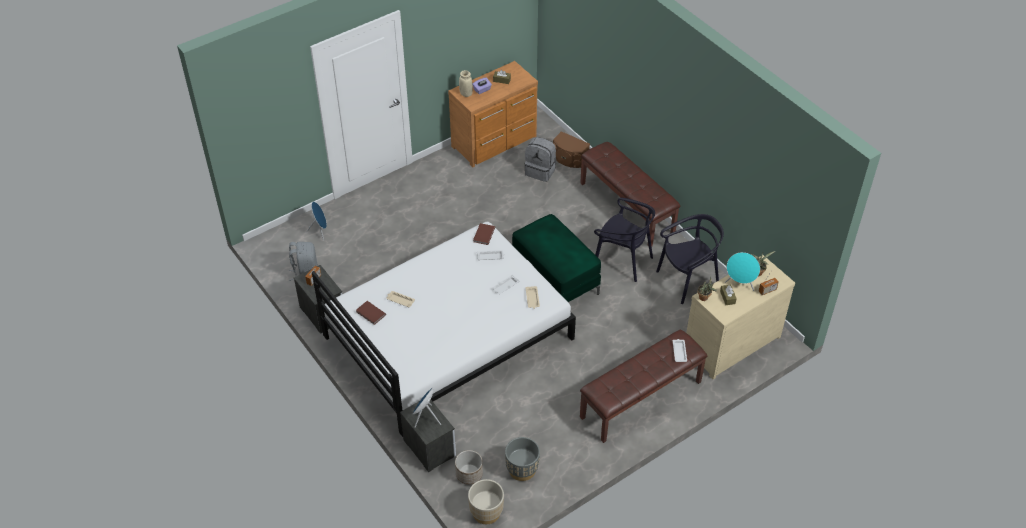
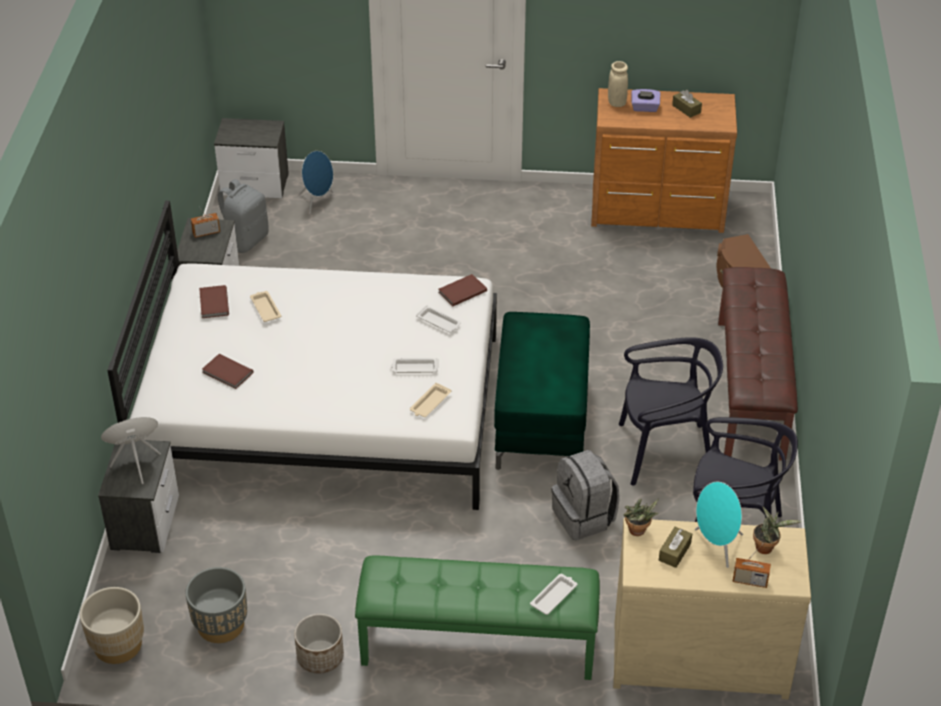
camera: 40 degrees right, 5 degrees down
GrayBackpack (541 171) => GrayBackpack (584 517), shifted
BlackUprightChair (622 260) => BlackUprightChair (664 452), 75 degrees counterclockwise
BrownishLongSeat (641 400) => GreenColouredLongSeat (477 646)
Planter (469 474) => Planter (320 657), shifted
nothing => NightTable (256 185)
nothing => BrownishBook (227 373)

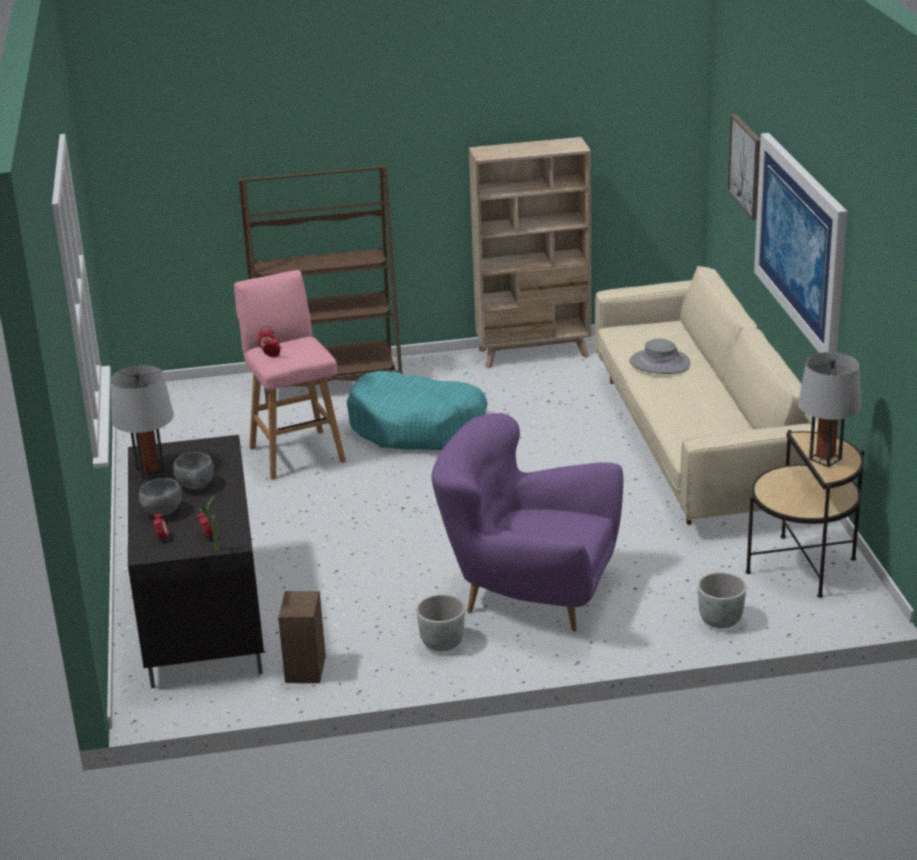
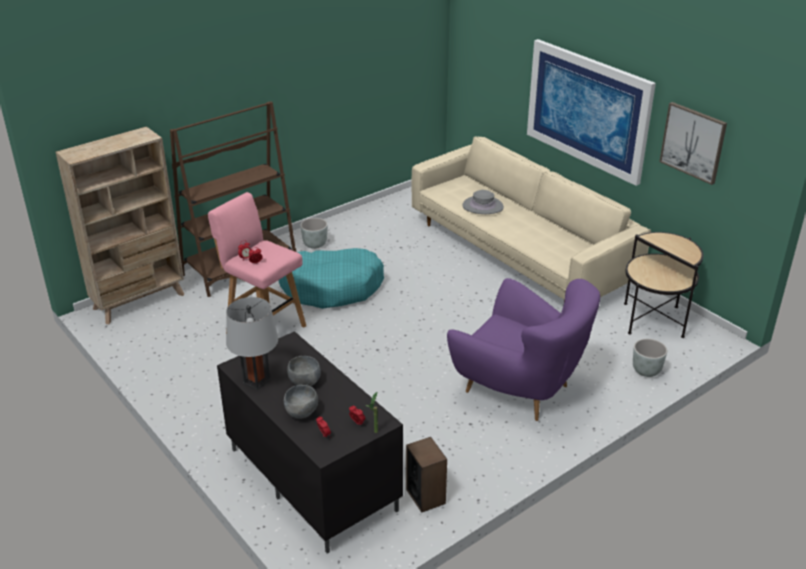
camera: 30 degrees left, 5 degrees up
WallArt (747 165) => WallArt (693 142), shifted
SandColouredBookshelf (534 353) => SandColouredBookshelf (139 301), shifted
GrayTableLamp (825 459) => nothing
PurpleEasyChair (530 595) => PurpleEasyChair (519 389), 135 degrees counterclockwise
GrayPlanter (442 644) => GrayPlanter (315 245), shifted

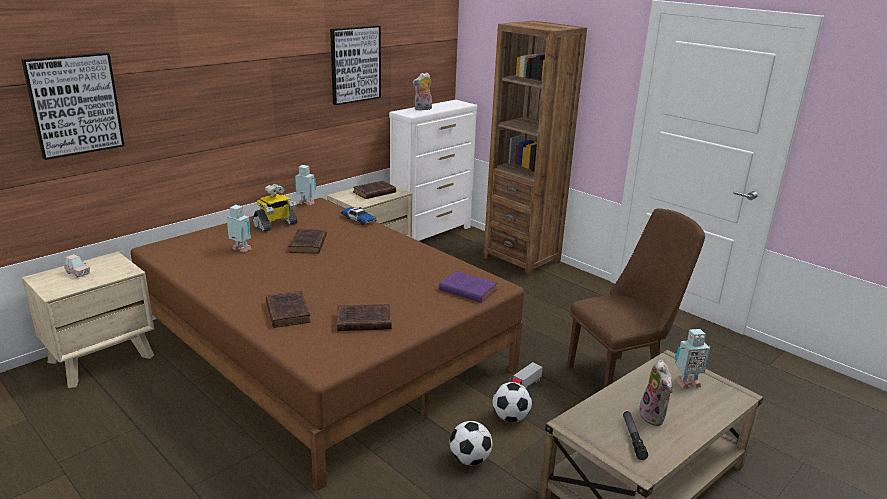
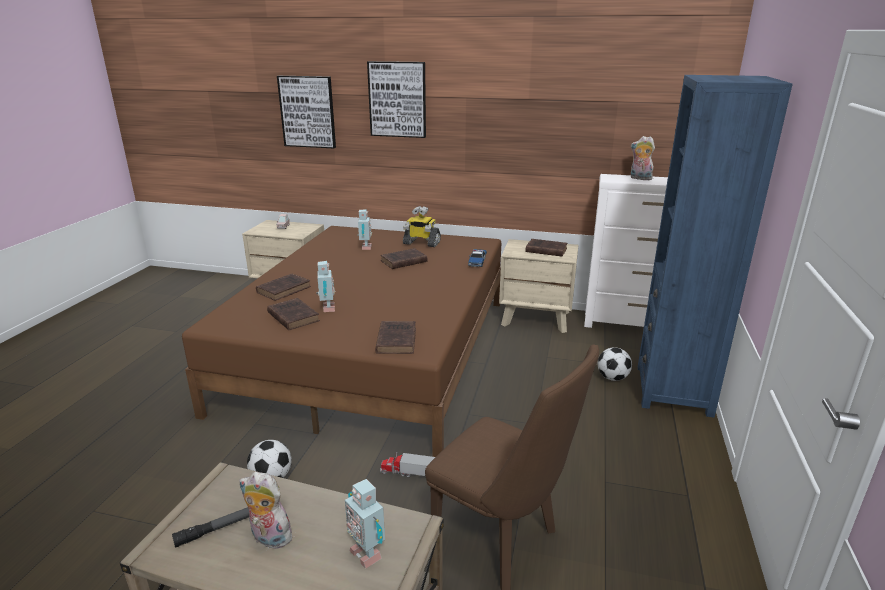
camera: 60 degrees right, 0 degrees up
BrownishBookshelf (521 259) => BlueColouredBookshelf (673 390)
WallArt (355 64) => WallArt (397 99), shifted
RobotFigure (306 204) => RobotFigure (327 309), shifted
PurpleBook (466 289) => BrownishBook (396 340)
SoftToy (654 416) => SoftToy (269 538), 60 degrees clockwise
FootballBall (510 418) => FootballBall (612 378), shifted

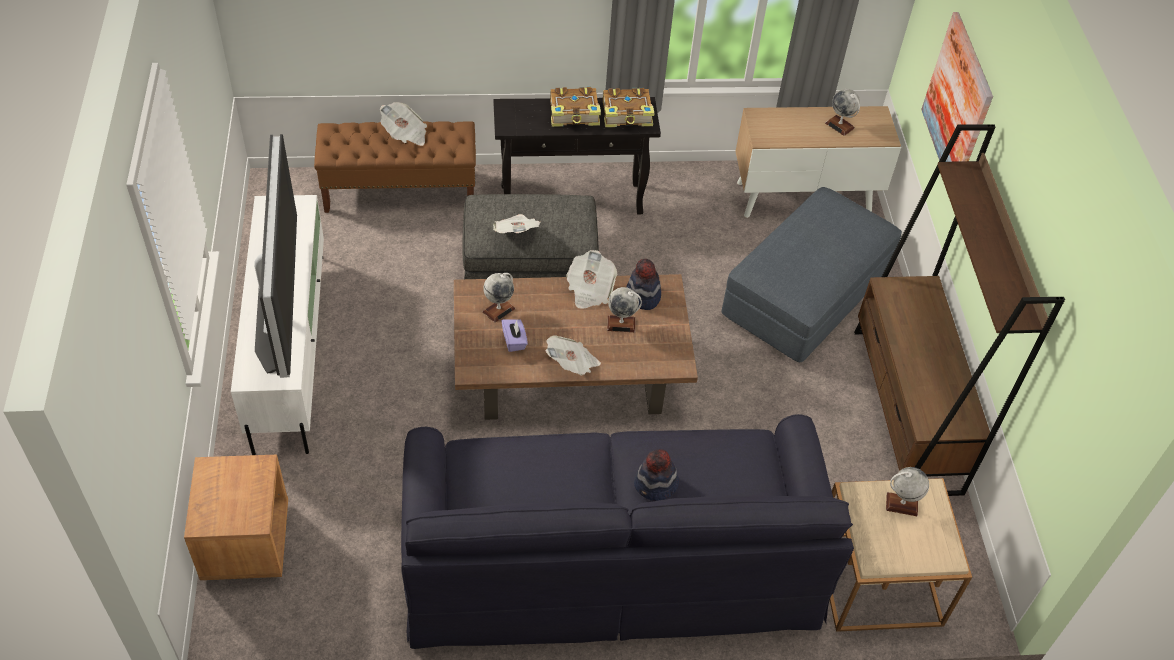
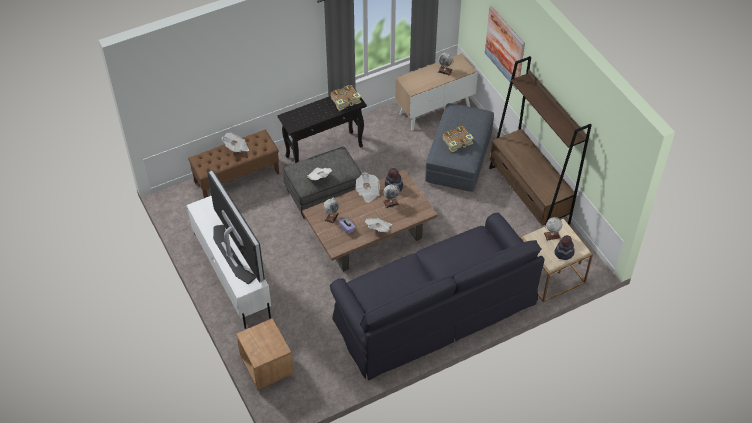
camera: 20 degrees left, 0 degrees up
Book (575 114) => Book (457 142), shifted
Hat (655 485) => Hat (564 253), shifted

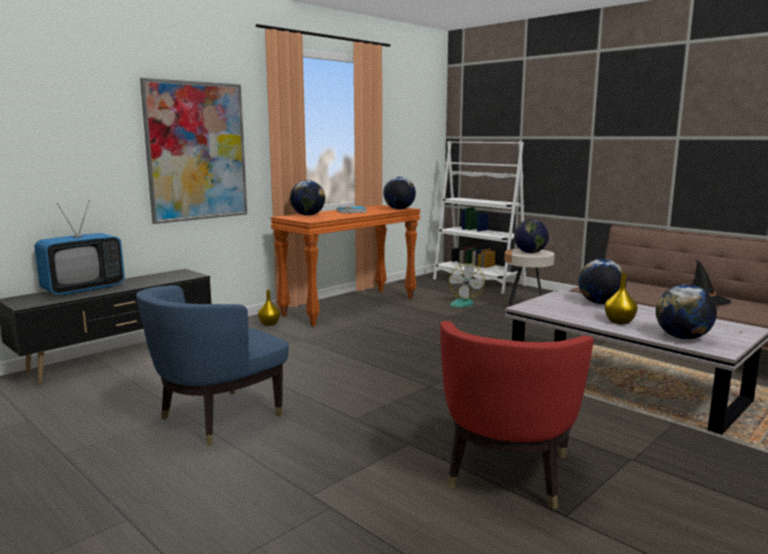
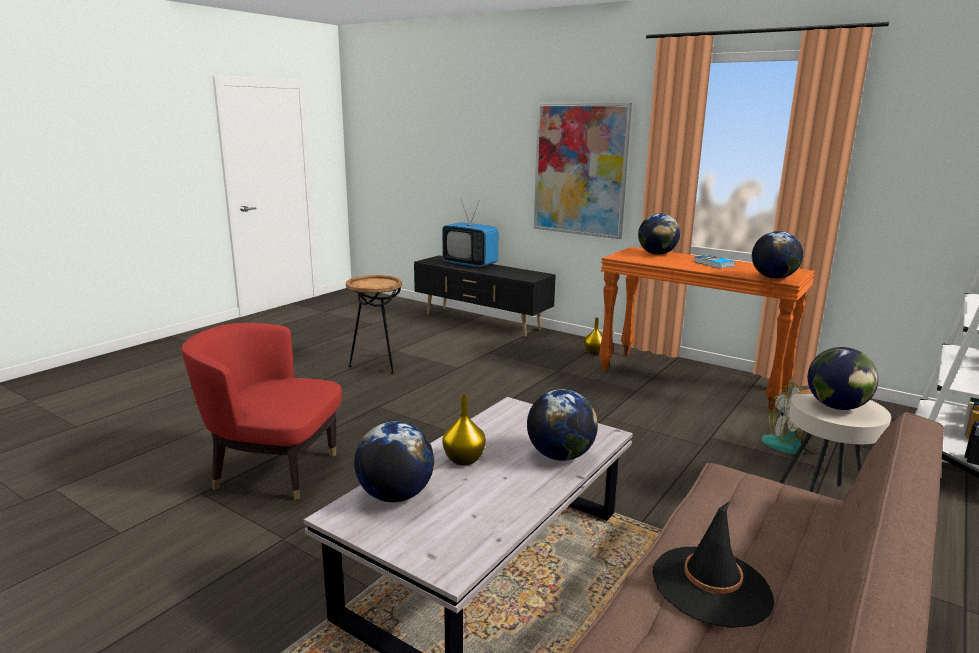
camera: 80 degrees right, 5 degrees up
BlueColouredEasyChair (218 418) => BrownishSideTable (377 365)

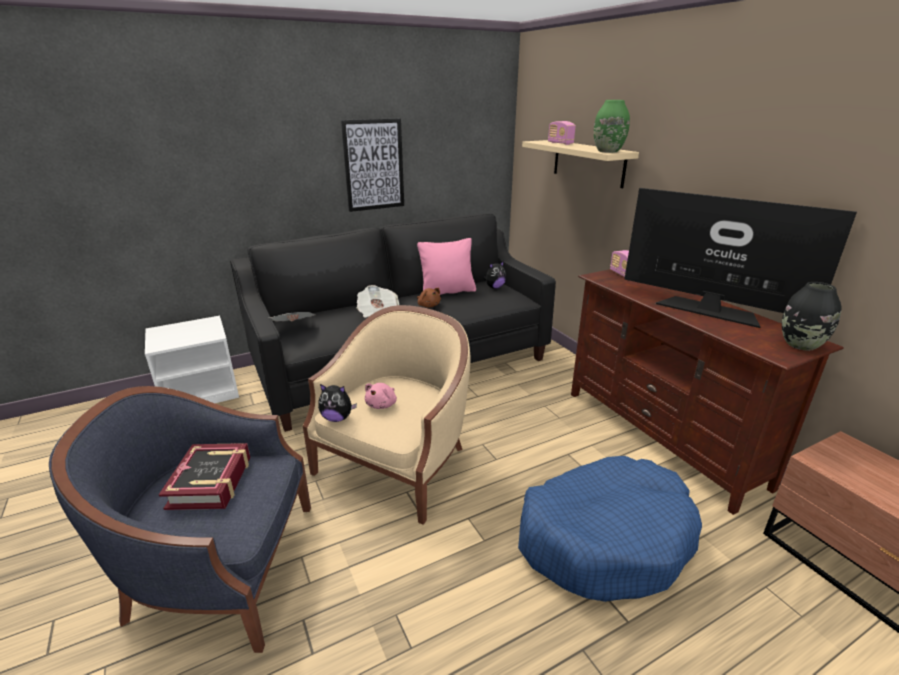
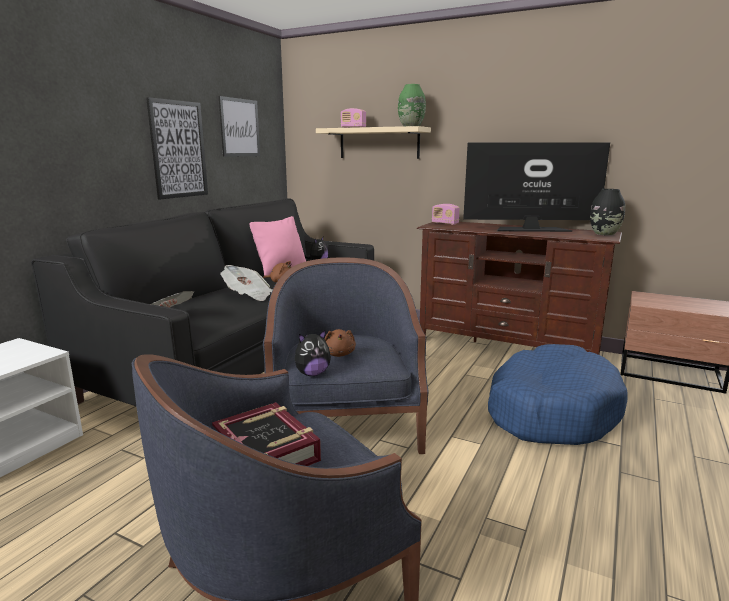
camera: 35 degrees left, 10 degrees down
SandColouredEasyChair (397 464) => BlueColouredEasyChair (345 425)
PinkSoftToy (382 404) => BrownishSoftToy (339 354)
nothing => WallArt (239 127)

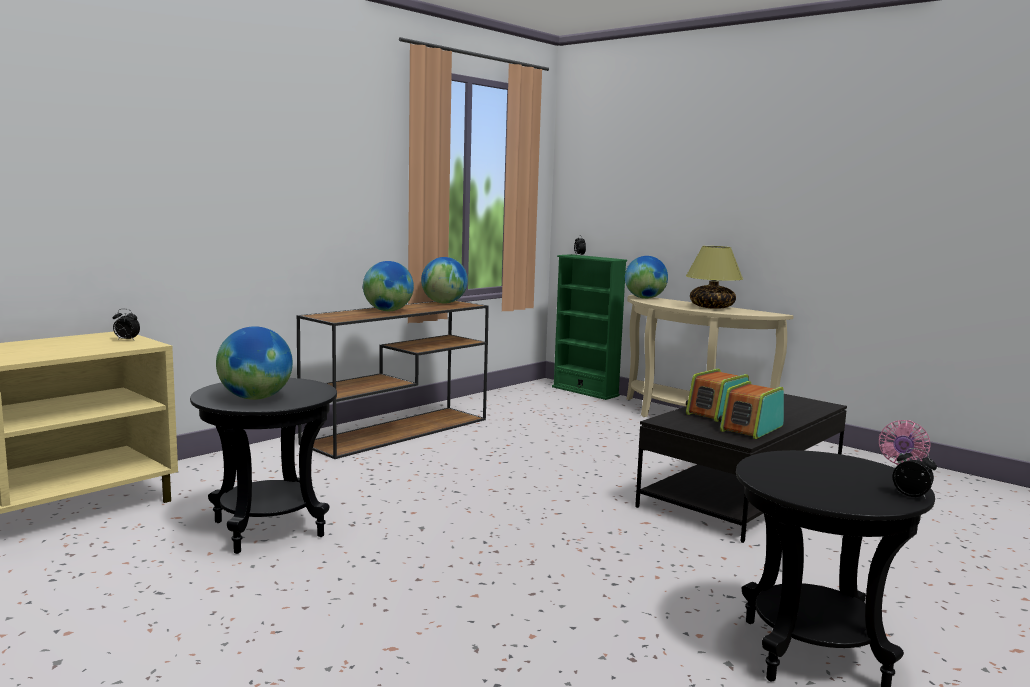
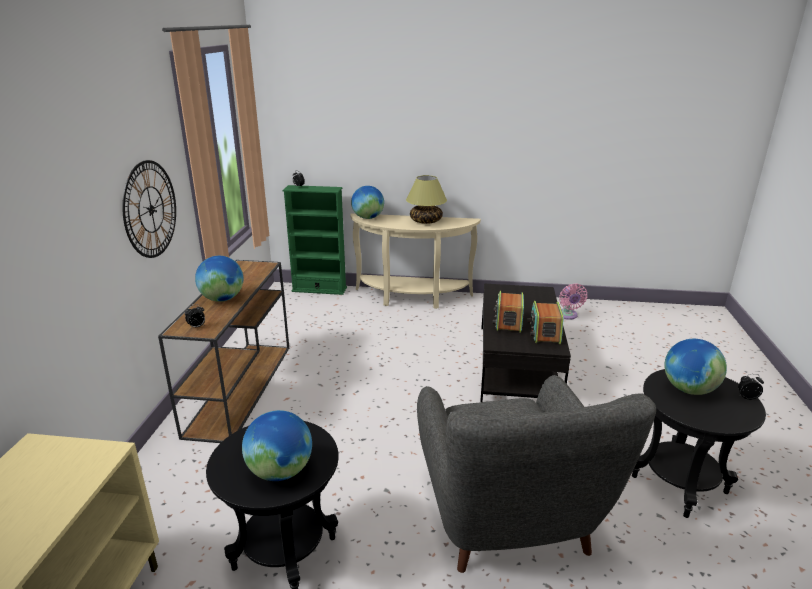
camera: 35 degrees left, 15 degrees up
DeskGlobe (444 303) => DeskGlobe (688 389), shifted
TableClock (126 340) => TableClock (197 327), shifted
nothing => HangingClock (151 209)
nothing => GrayEasyChair (507 522)

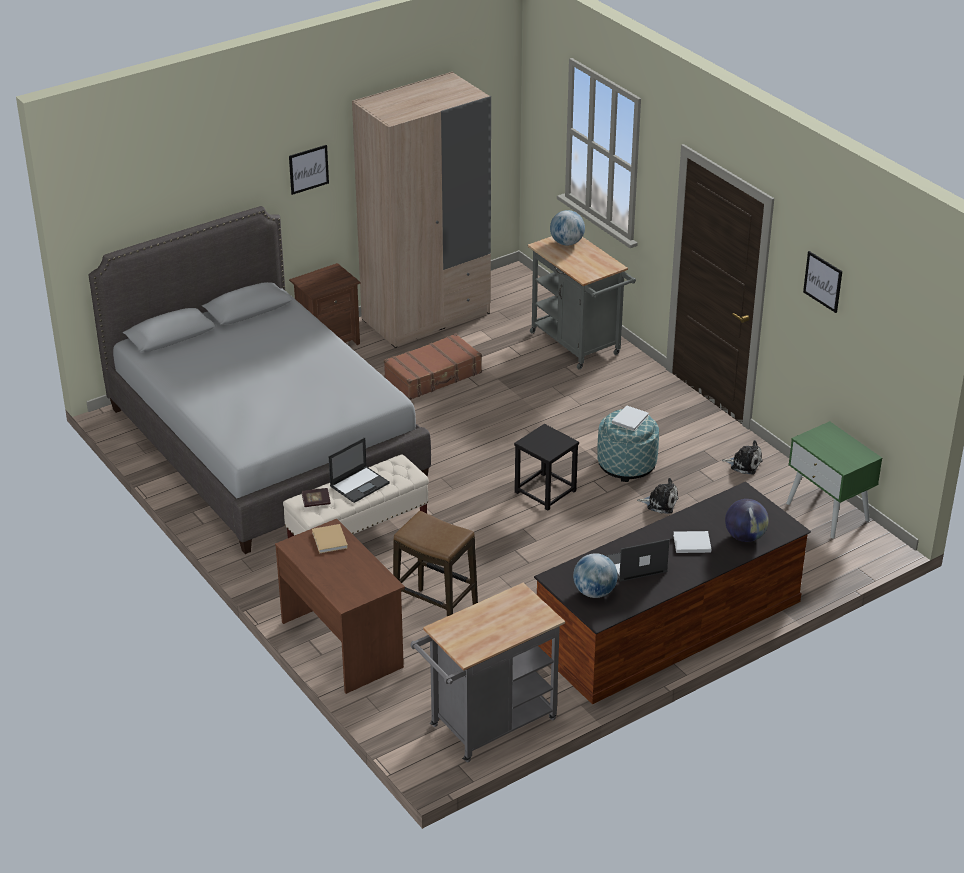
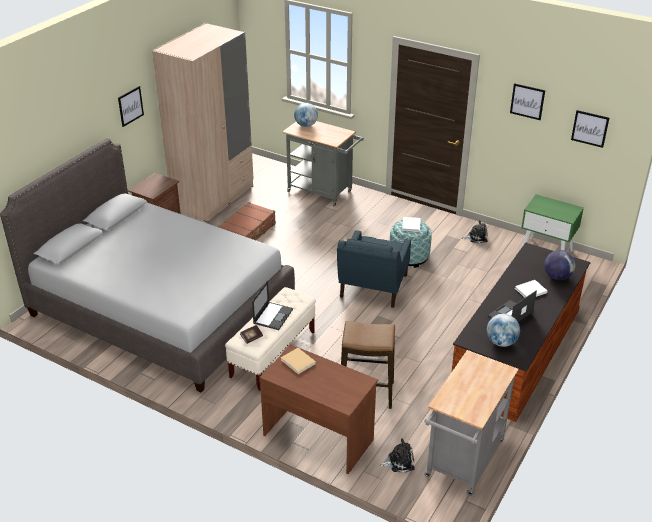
camera: 25 degrees left, 0 degrees up
BlackStool (545 492) => BlueColouredEasyChair (373 287)
SoftToy (660 503) => SoftToy (399 461), shifted
nothing => WallArt (590 128)

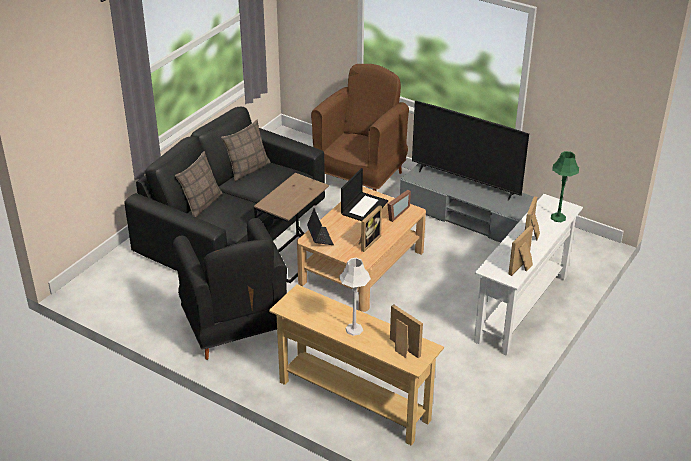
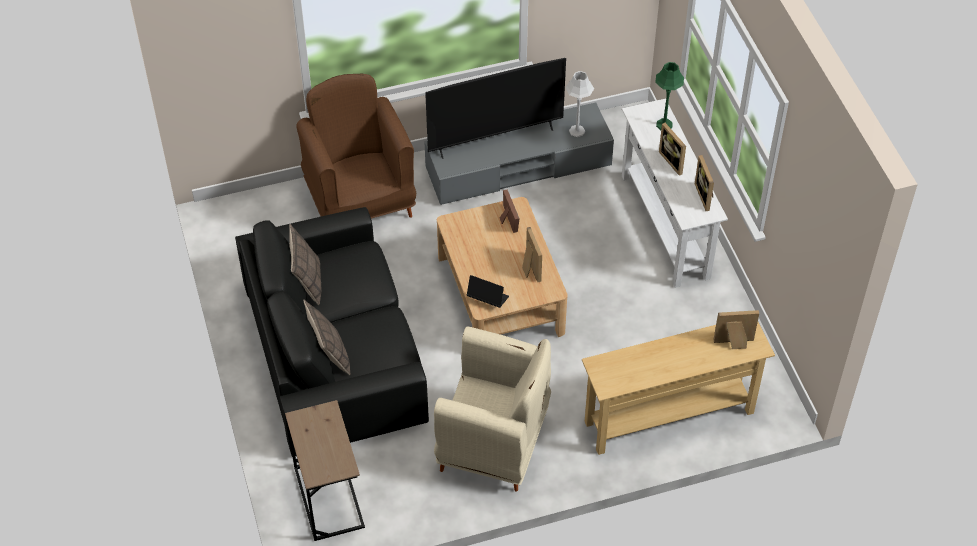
camera: 50 degrees left, 15 degrees up
PortableComputer (364 207) => nothing
BrownishSideTable (293 258) => BrownishSideTable (328 497), shifted
BlackEasyChair (235 329) => SandColouredEasyChair (494 444)
GrayTableLamp (354 329) => GrayTableLamp (577 131), shifted

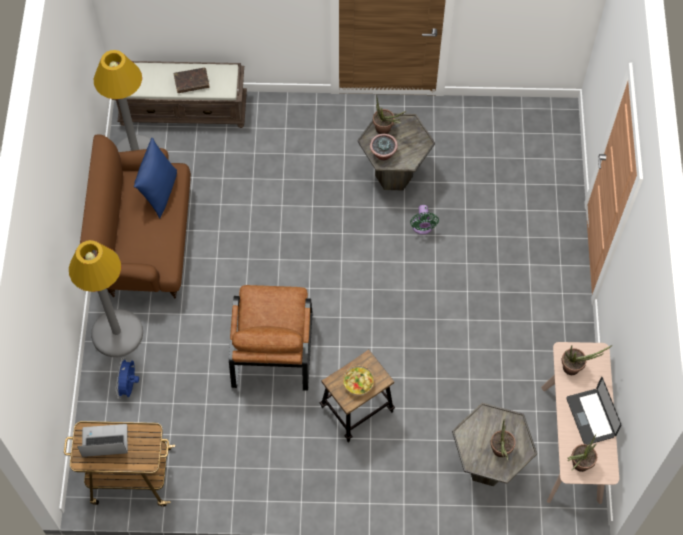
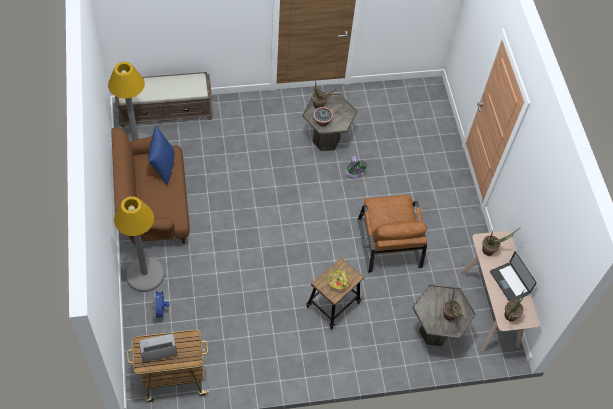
camera: 15 degrees left, 5 degrees down
BrownishBook (192 83) => nothing
BrownishEasyChair (272 347) => BrownishEasyChair (388 242), shifted

